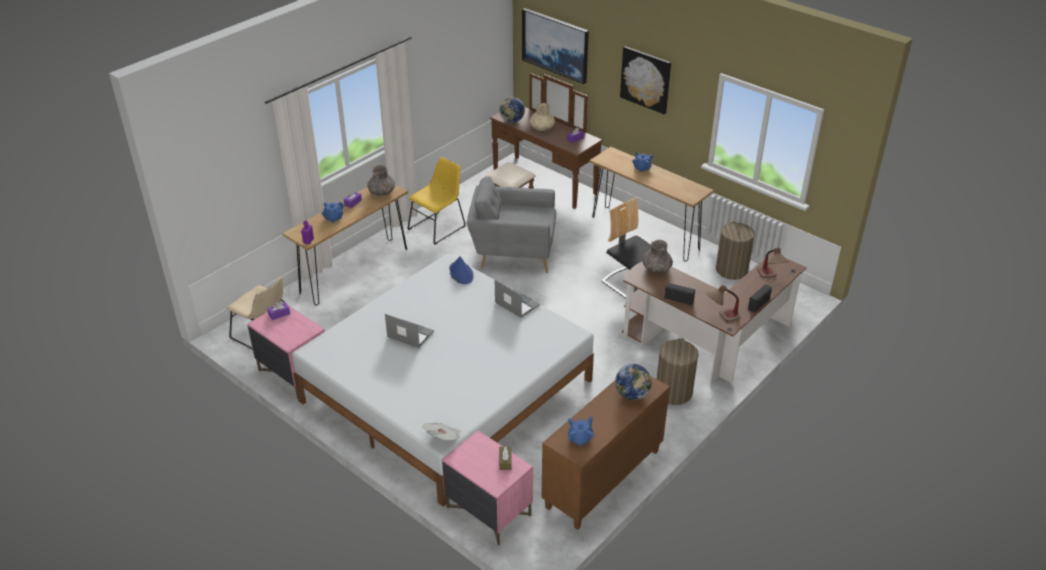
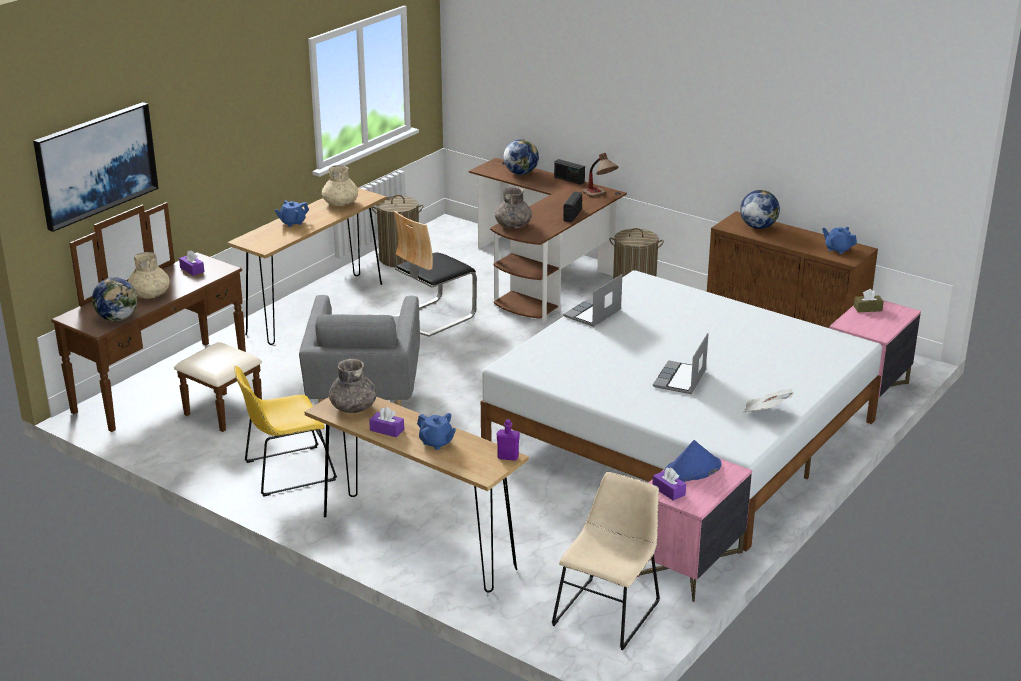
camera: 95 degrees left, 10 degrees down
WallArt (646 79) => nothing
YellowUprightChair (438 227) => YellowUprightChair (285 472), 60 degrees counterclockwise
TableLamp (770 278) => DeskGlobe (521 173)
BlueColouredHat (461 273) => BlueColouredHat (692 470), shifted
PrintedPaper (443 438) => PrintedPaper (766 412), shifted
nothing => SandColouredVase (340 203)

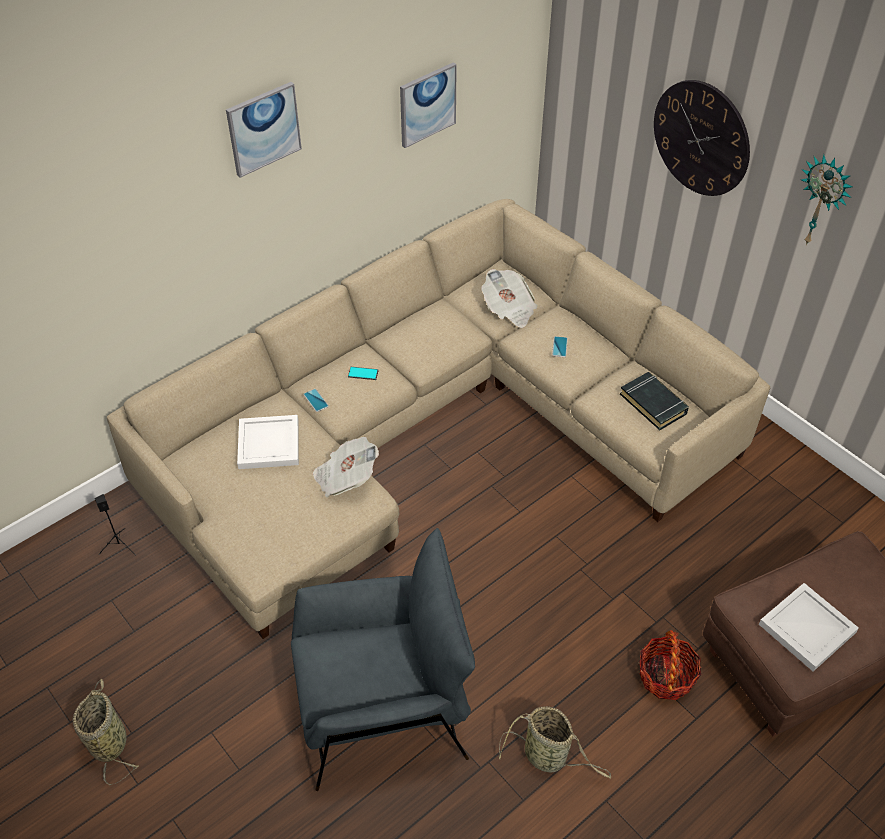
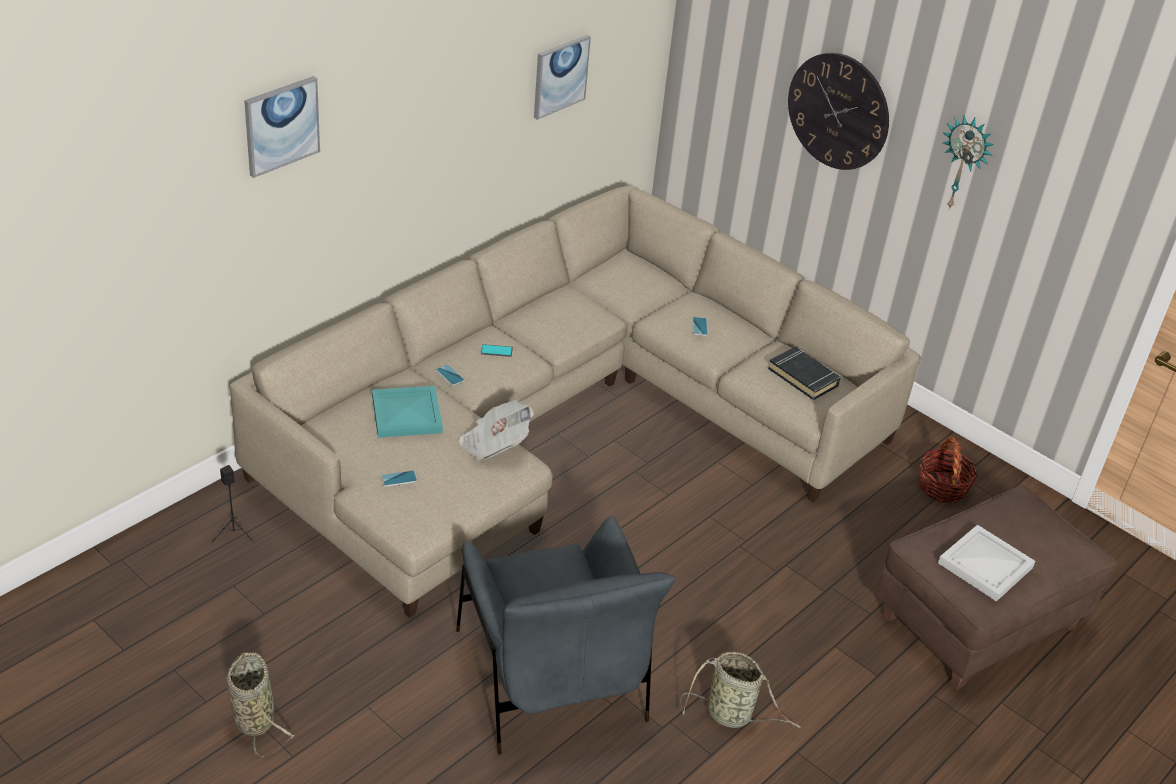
camera: 10 degrees left, 10 degrees down
WallArt (263 128) => WallArt (281 125), shifted
PrintedPaper (509 309) => nothing
WhitishTray (269 445) => TurquoiseColouredTray (408 415)
GrayEasyChair (383 708) => GrayEasyChair (550 677), 90 degrees clockwise
StorageBasket (666 676) => StorageBasket (942 487), shifted
nothing => Handset (399 479)

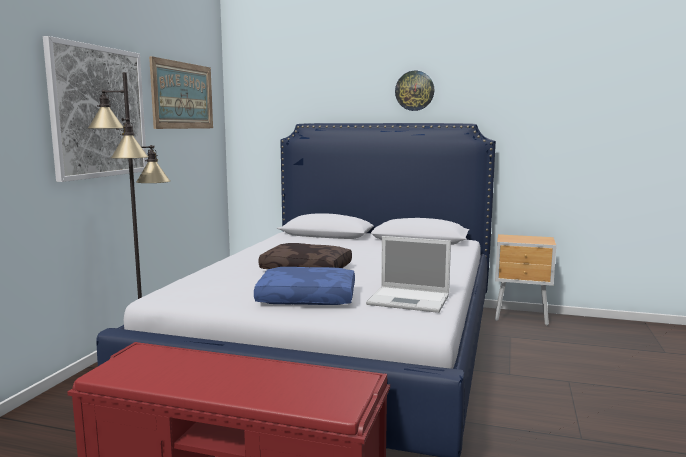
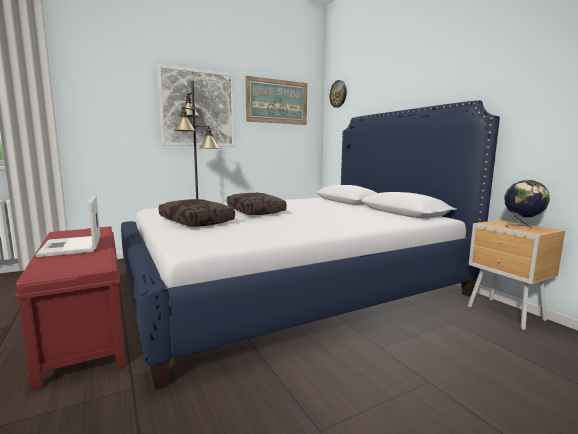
camera: 45 degrees right, 0 degrees up
HangingClock (414 90) => HangingClock (338 94), shifted
PortableComputer (410 300) => PortableComputer (72 247), shifted
BlueColouredThrowPillow (308 297) => BrownishThrowPillow (197 221)
nothing => DeskGlobe (522 227)

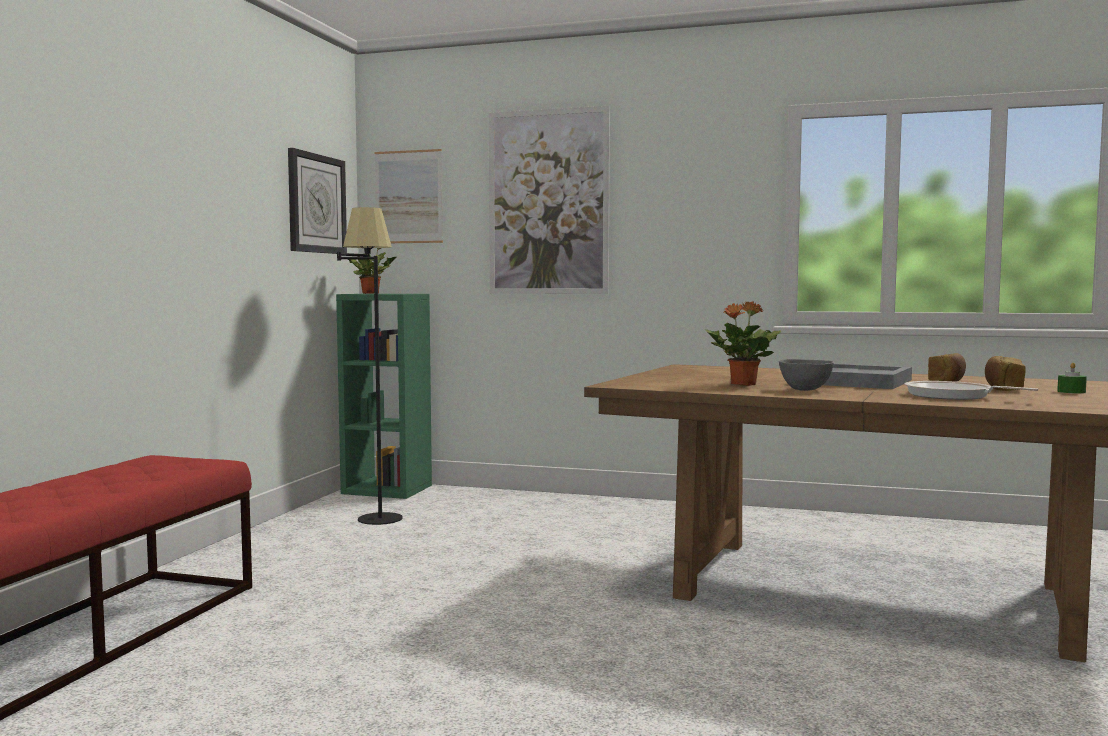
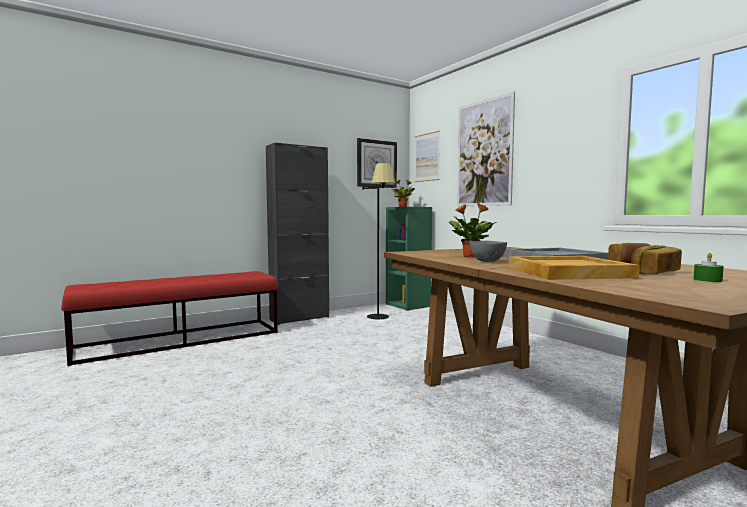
camera: 40 degrees right, 0 degrees up
FryingPan (953 396) => SandColouredTray (567 272)
nothing => BlackCabinet (299 318)

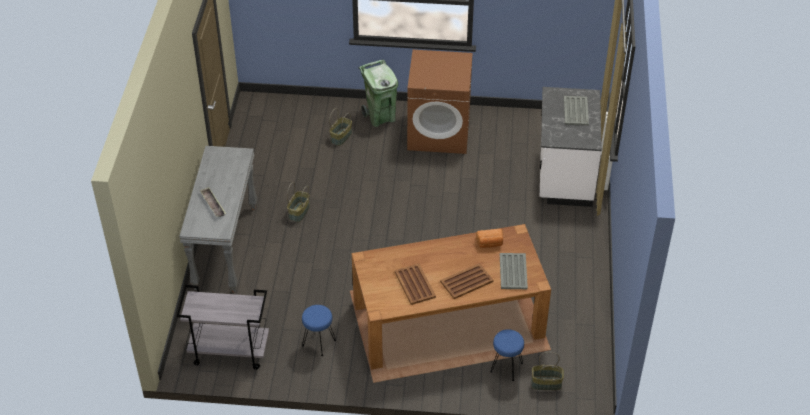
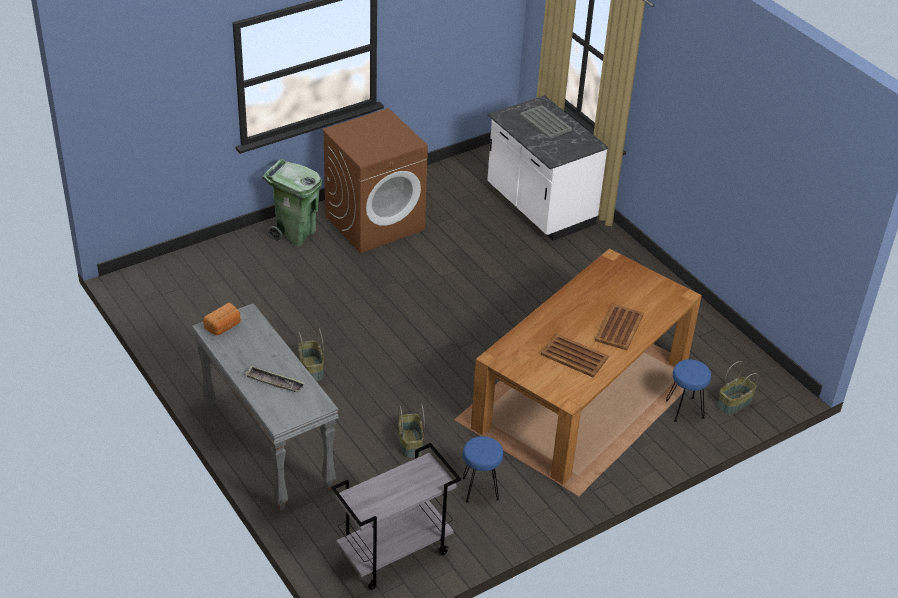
camera: 40 degrees left, 5 degrees down
StorageBasket (341 137) => StorageBasket (409 443), shifted
Bread (490 243) => Bread (224 327), shifted
GrayTray (513 272) => nothing

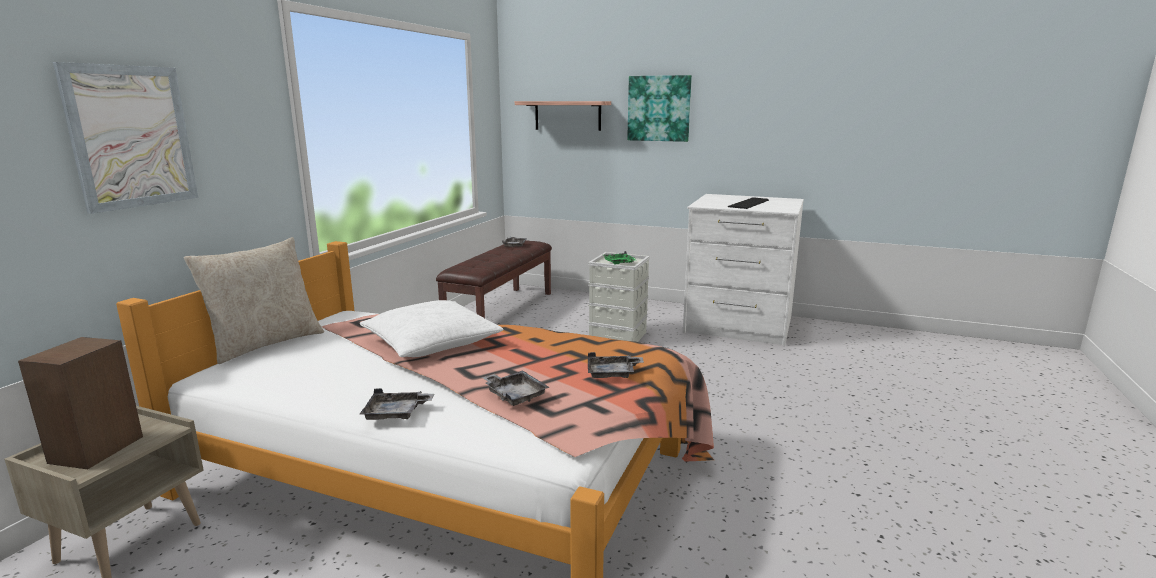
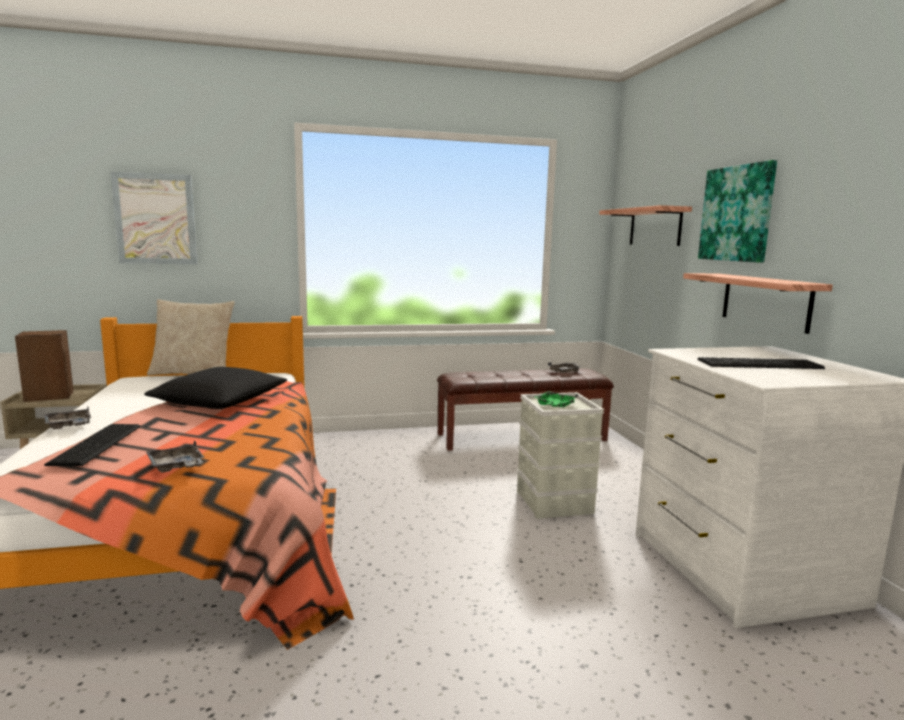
camera: 55 degrees right, 5 degrees down
WhitishThrowPillow (431 342) => BlackThrowPillow (219 401)
GrayTray (515 395) => ComputerKeyboard (99 444)
nothing => Shelf (765 301)

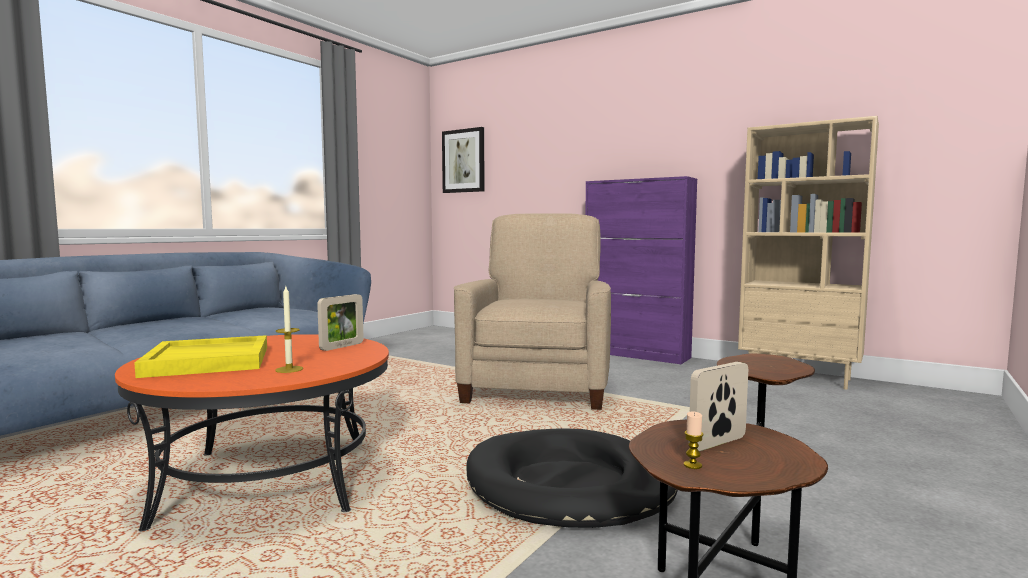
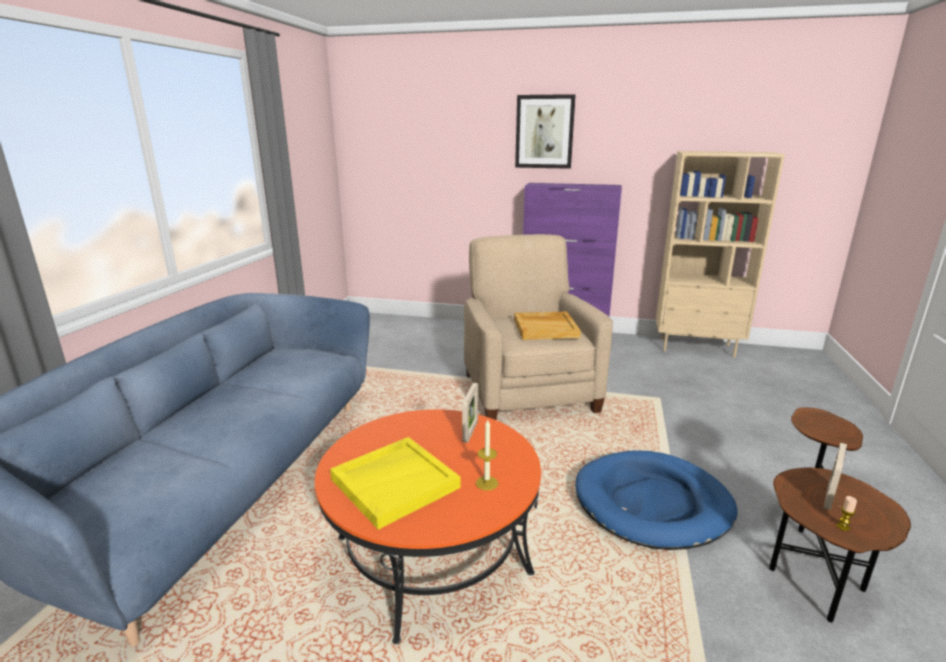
camera: 20 degrees left, 15 degrees up
WallArt (464 161) => WallArt (544 132), shifted
BlackDogCushion (568 485) => BlueColouredDogCushion (652 503)
nothing => SandColouredTray (546 328)

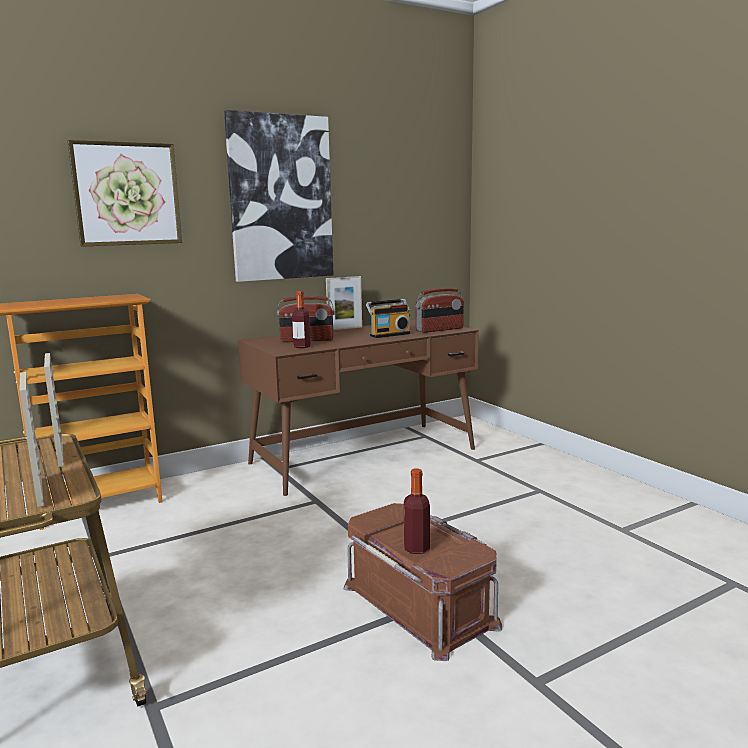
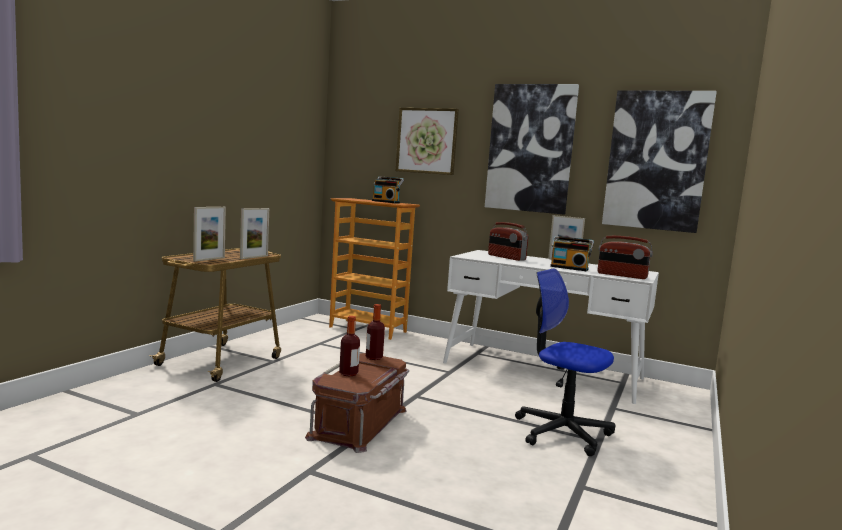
camera: 55 degrees right, 5 degrees down
DrinkBottle (302 347) => DrinkBottle (374 358), shifted
BrownishDesk (364 456) => WhitishDesk (543 371)
nothing => WallArt (656 161)
nothing => Radio (386 202)
nothing => OfficeChair (562 432)

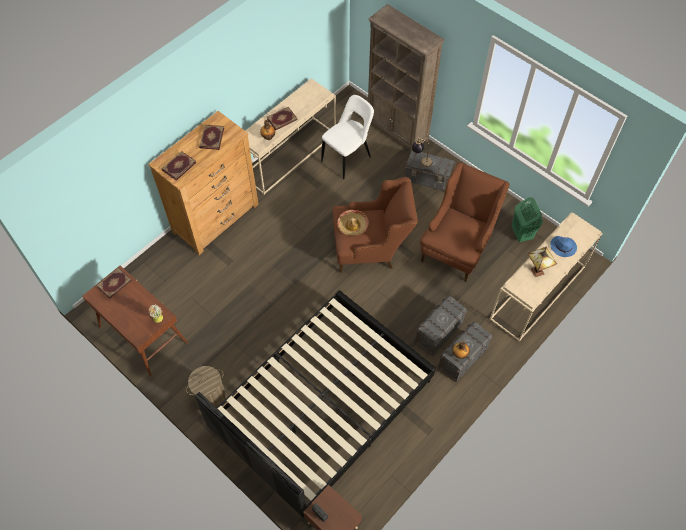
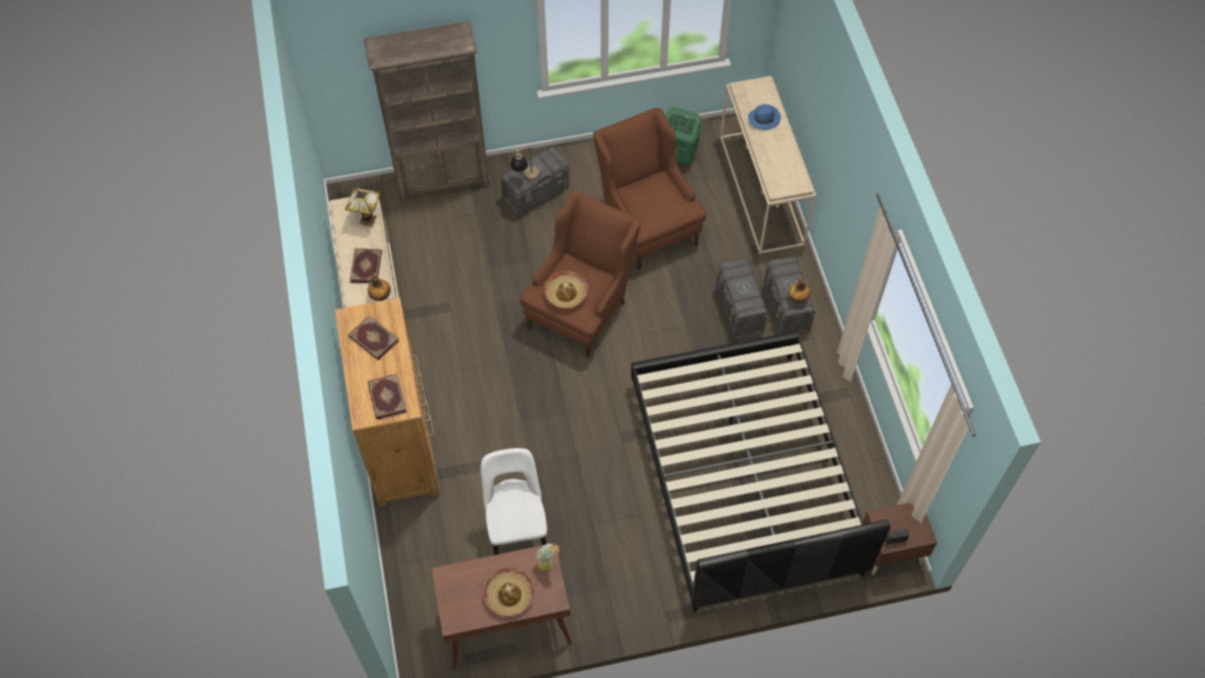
camera: 55 degrees left, 0 degrees up
WhitishUprightChair (348 157) => WhitishUprightChair (517 531), shifted
TableLamp (536 271) => TableLamp (366 220), shifted
Book (115 284) => nothing
WashingBasket (211 398) => nothing
nothing => Hat (509 594)

